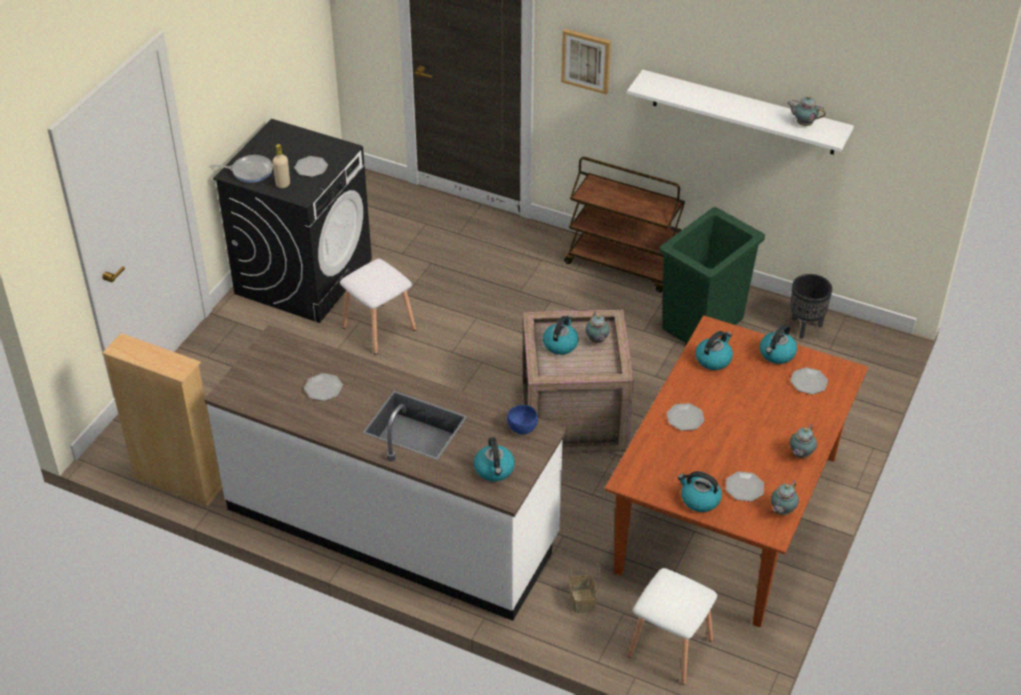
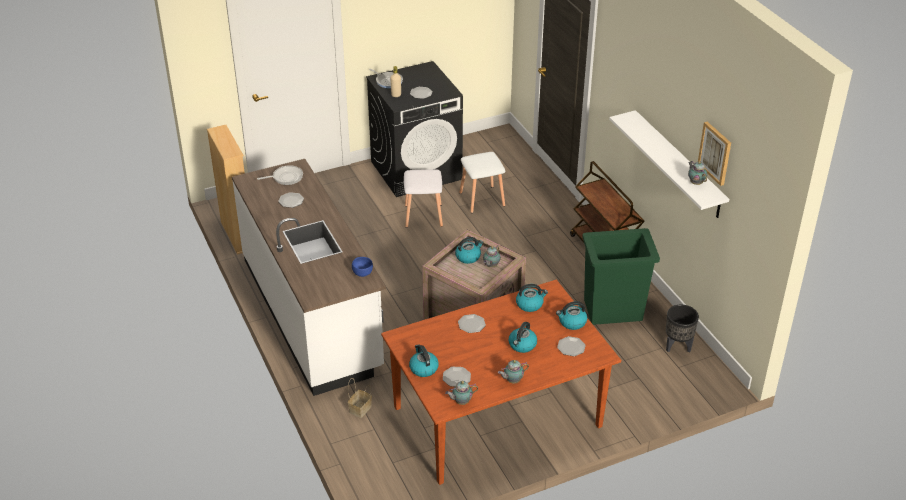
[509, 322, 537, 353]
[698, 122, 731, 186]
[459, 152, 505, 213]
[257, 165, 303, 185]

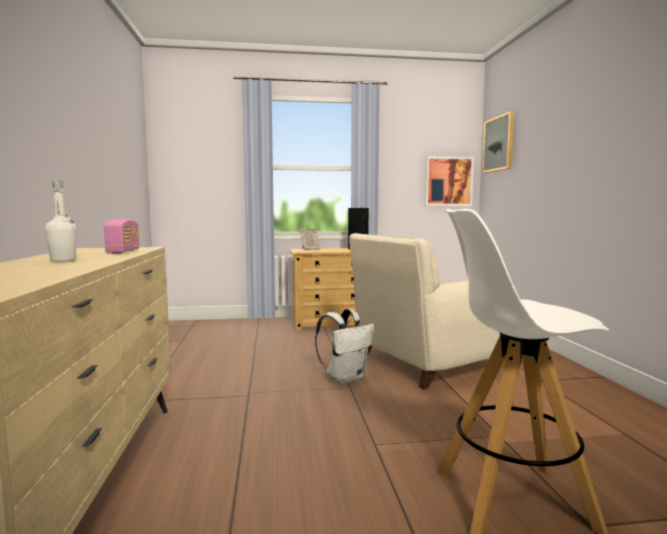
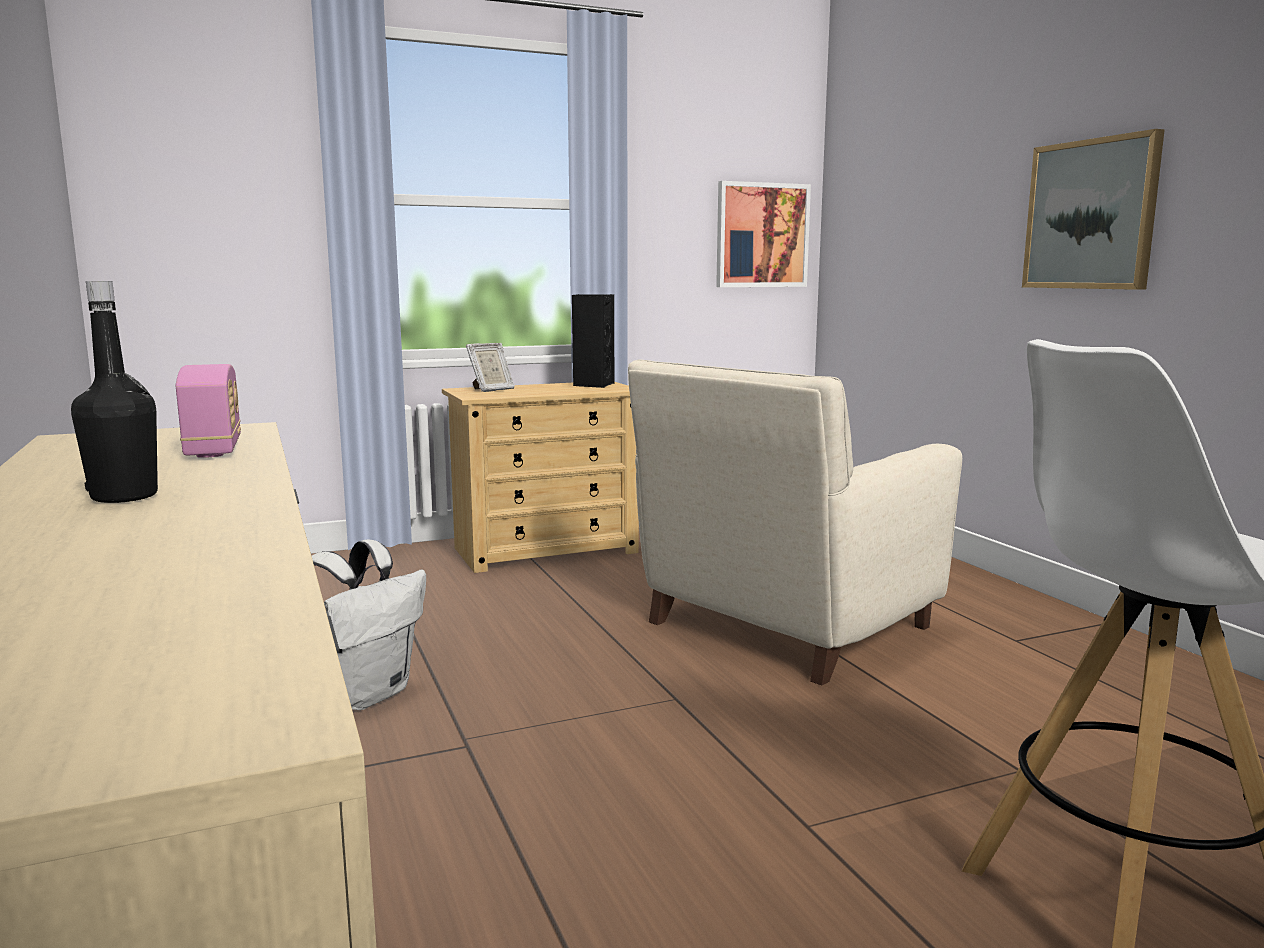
[71, 281, 158, 503]
[312, 540, 426, 710]
[1022, 129, 1165, 290]

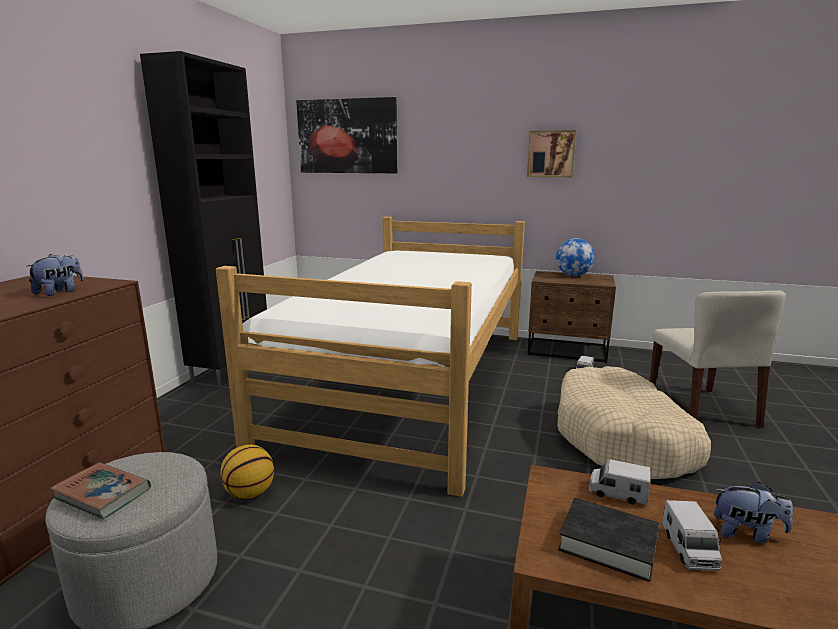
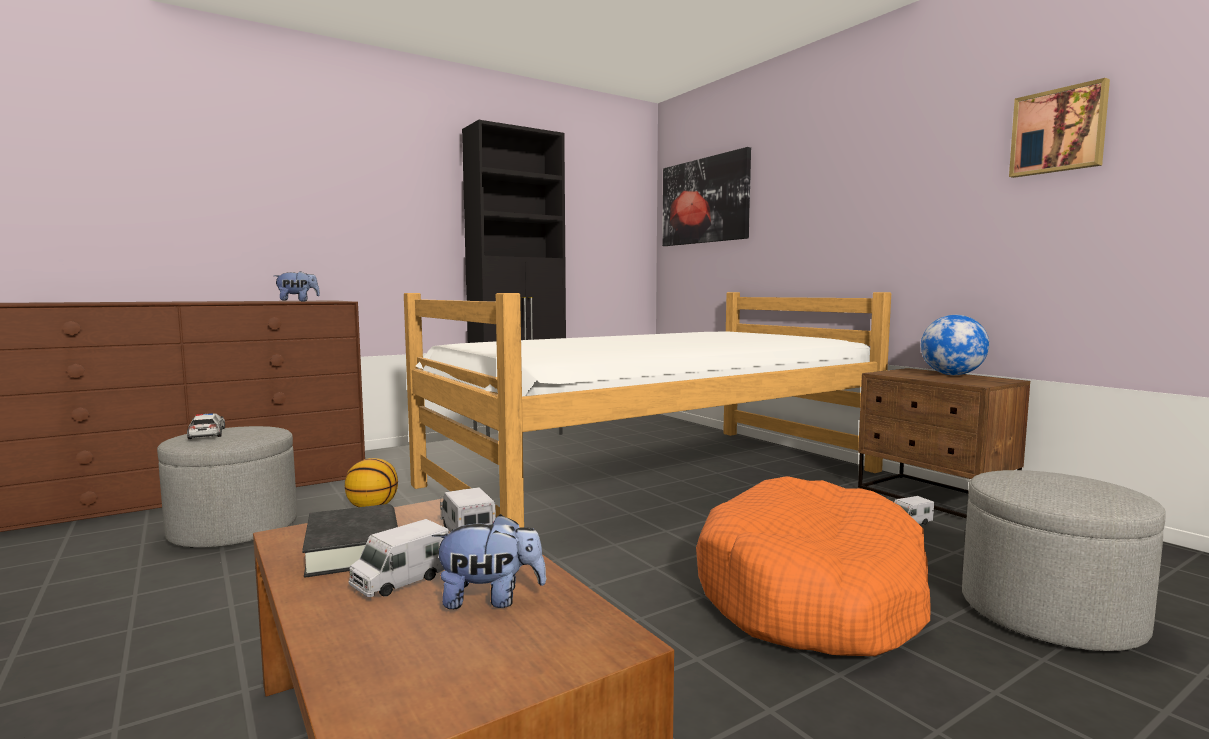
[187, 413, 225, 439]
[1009, 78, 1110, 178]
[696, 476, 931, 656]
[962, 470, 1166, 651]
[432, 514, 546, 609]

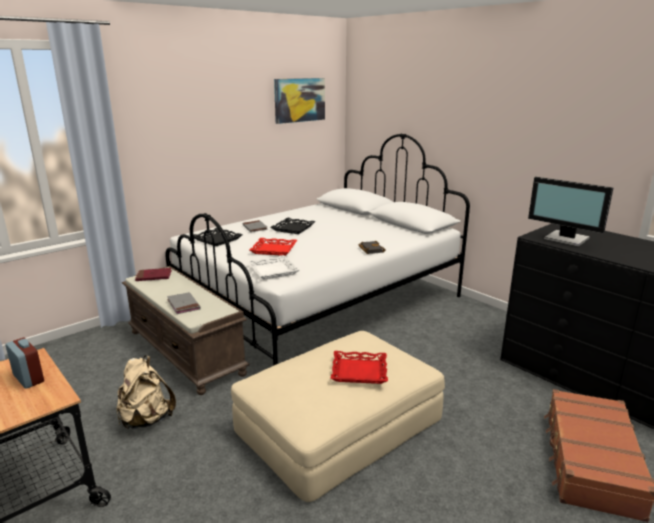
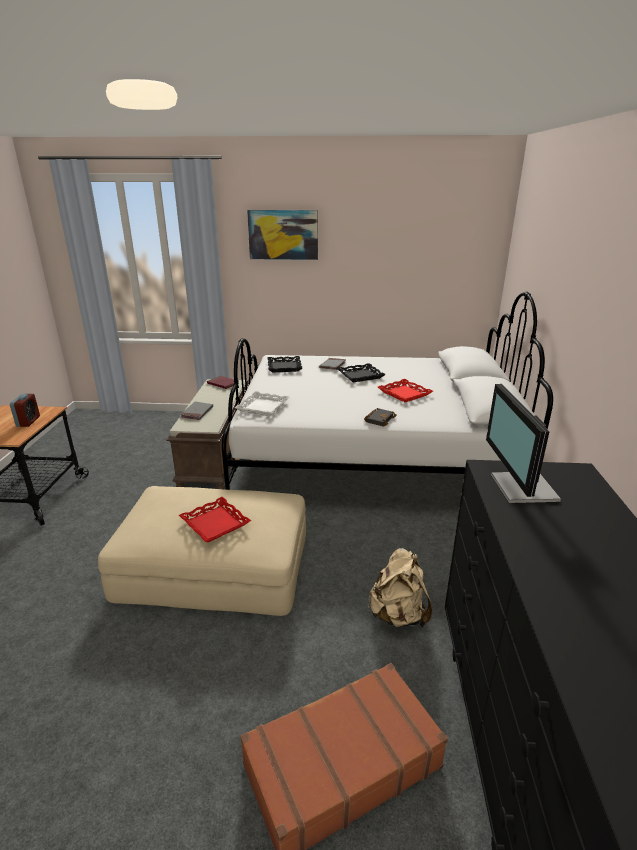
[368, 548, 432, 627]
[378, 379, 433, 402]
[247, 210, 318, 260]

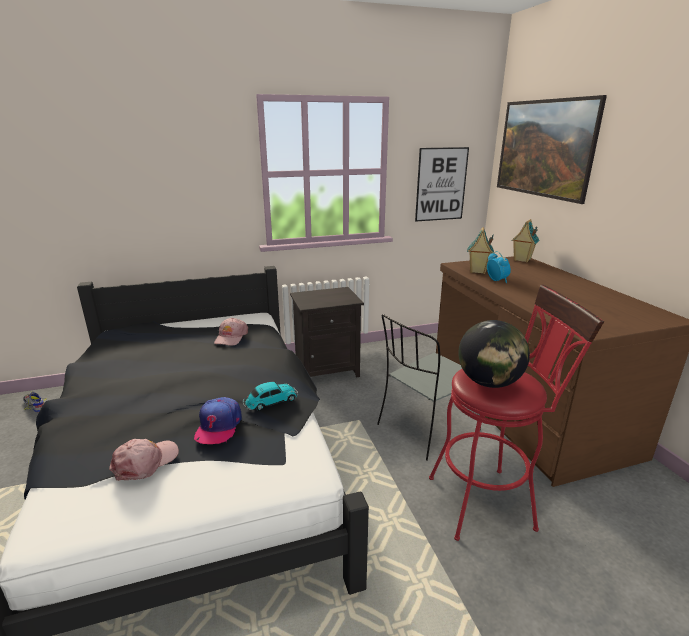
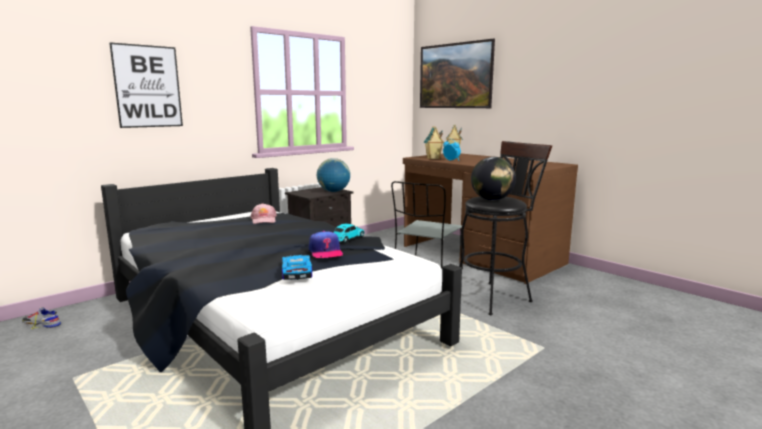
[282, 255, 312, 280]
[109, 42, 183, 128]
[459, 141, 552, 315]
[317, 158, 350, 192]

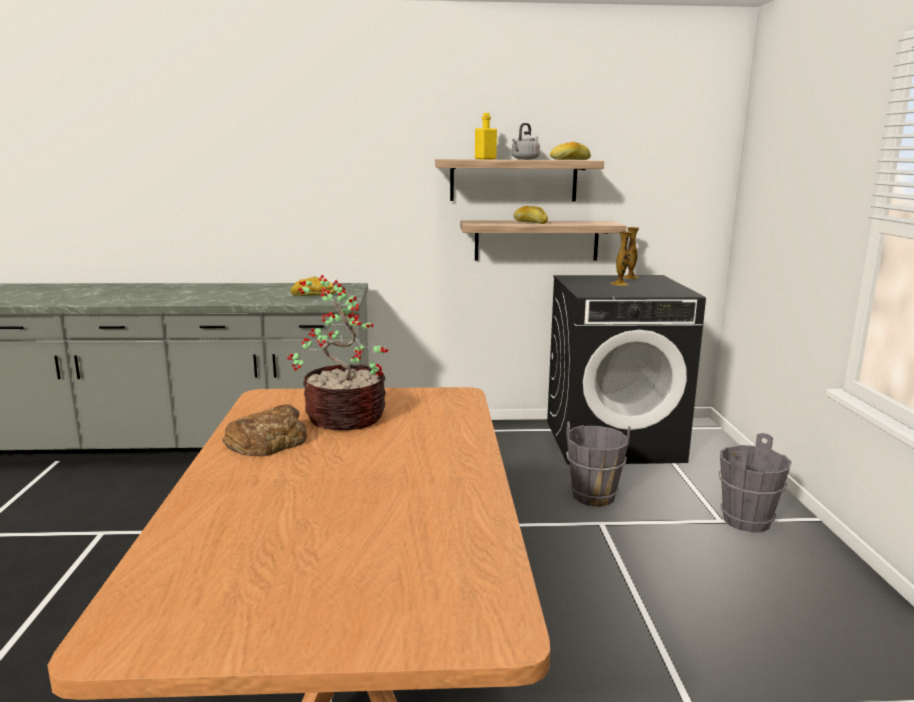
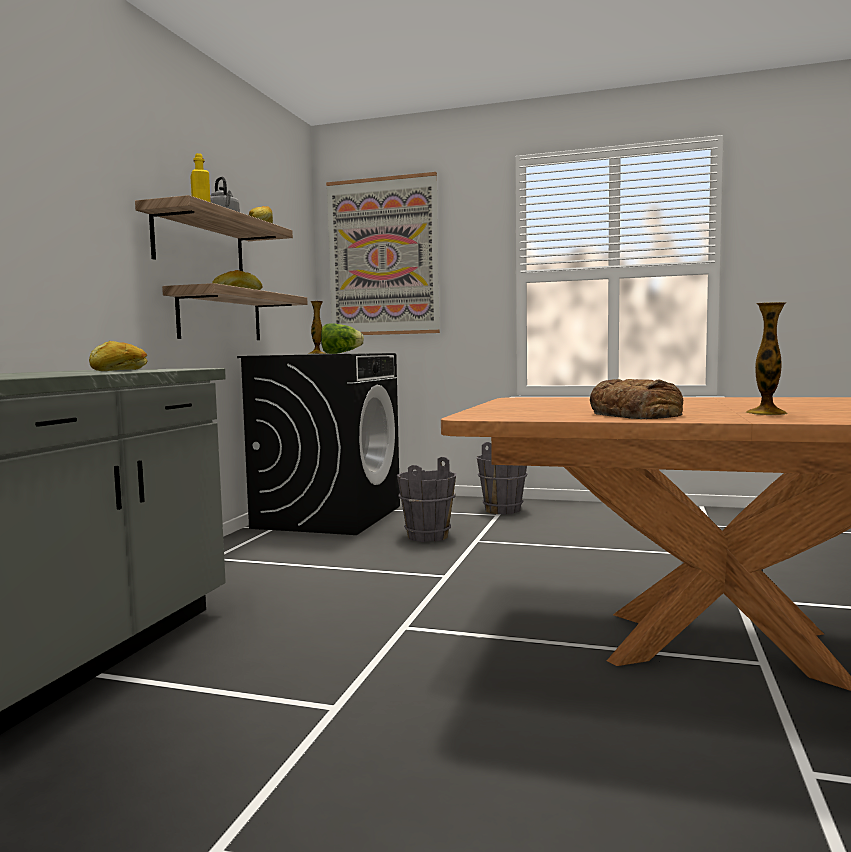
[287, 275, 388, 431] (first image)
[746, 302, 788, 415]
[321, 323, 364, 354]
[326, 172, 440, 335]

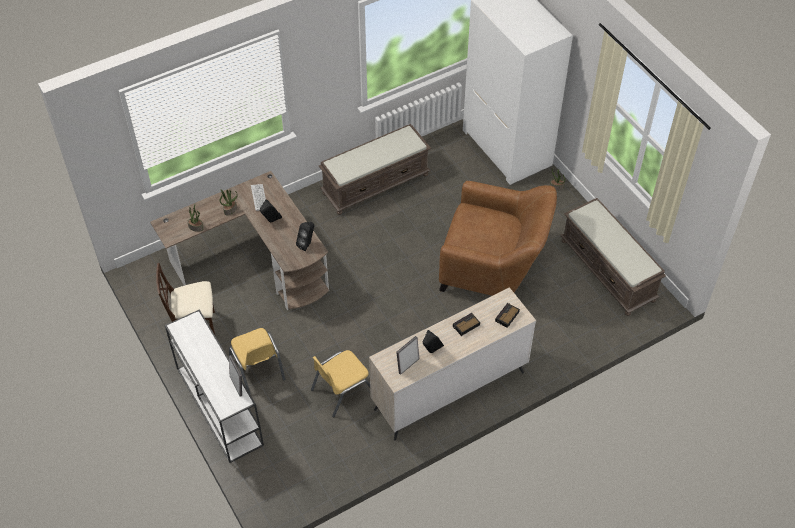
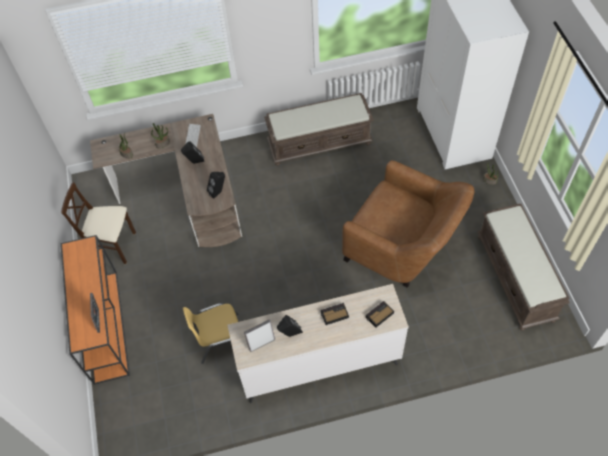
[60, 235, 130, 385]
[229, 328, 285, 394] (first image)

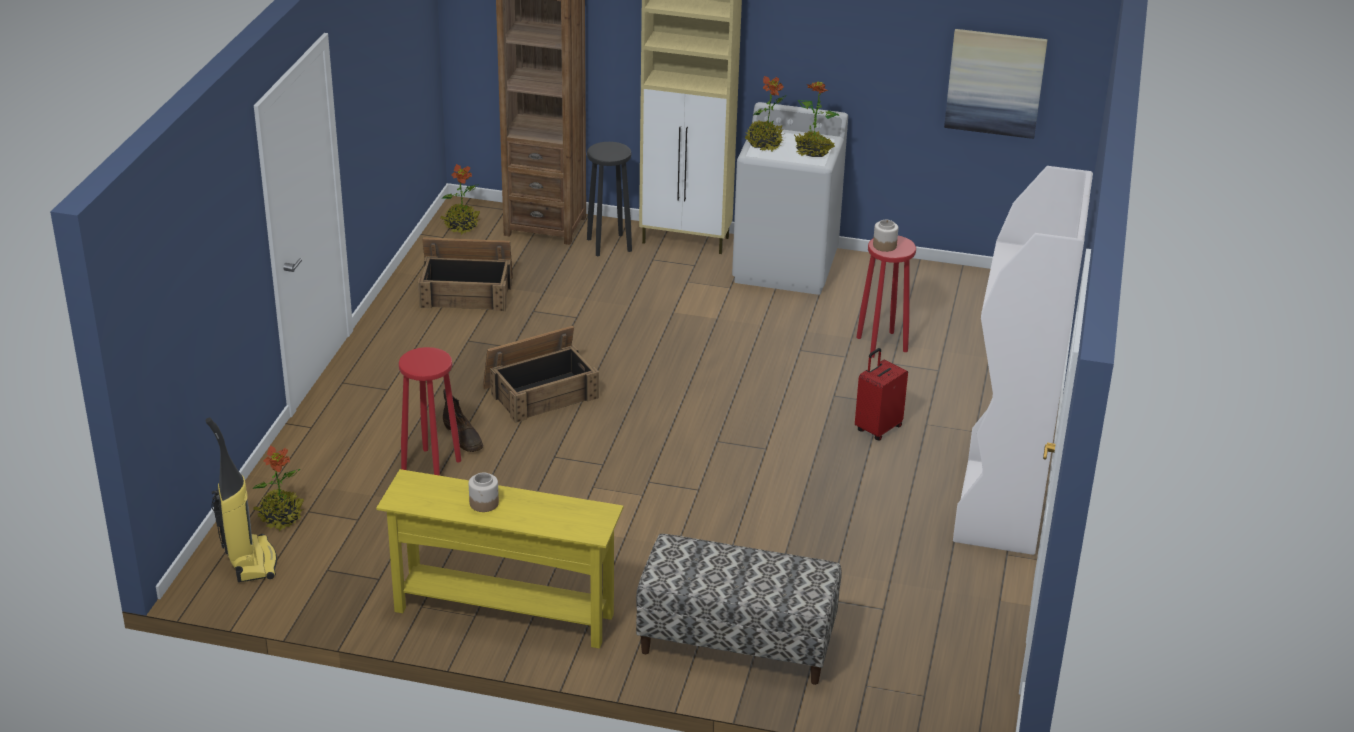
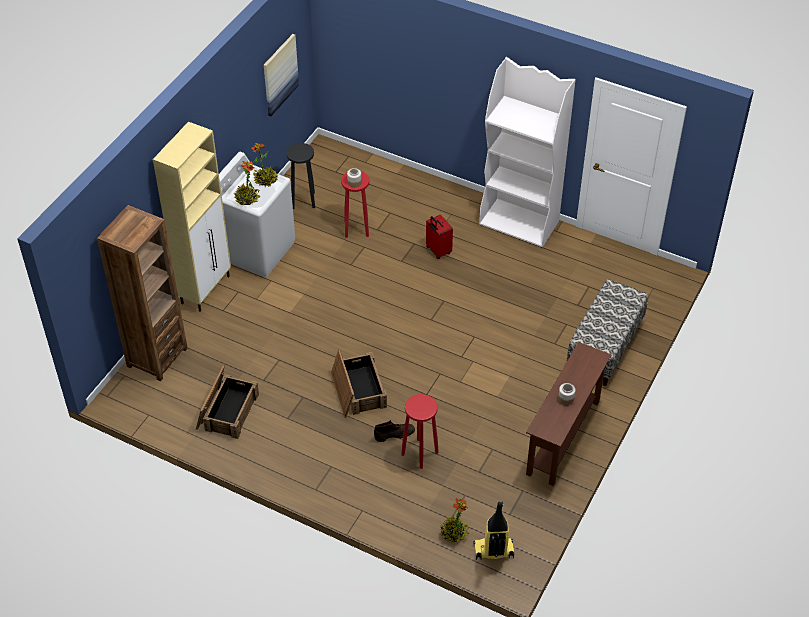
[526, 342, 612, 486]
[440, 164, 480, 235] (first image)
[286, 143, 315, 209]

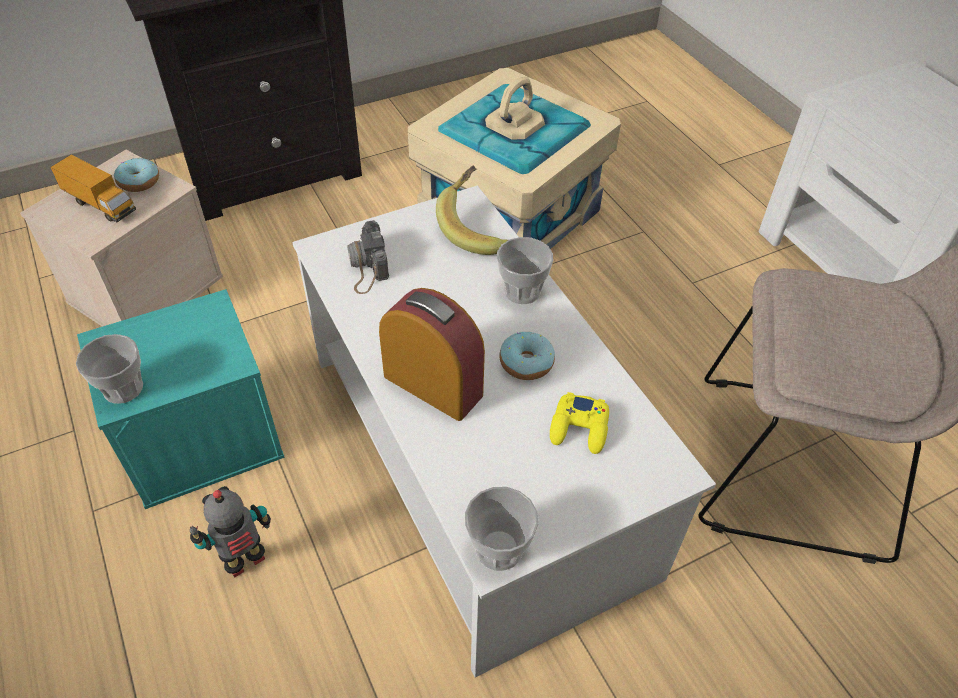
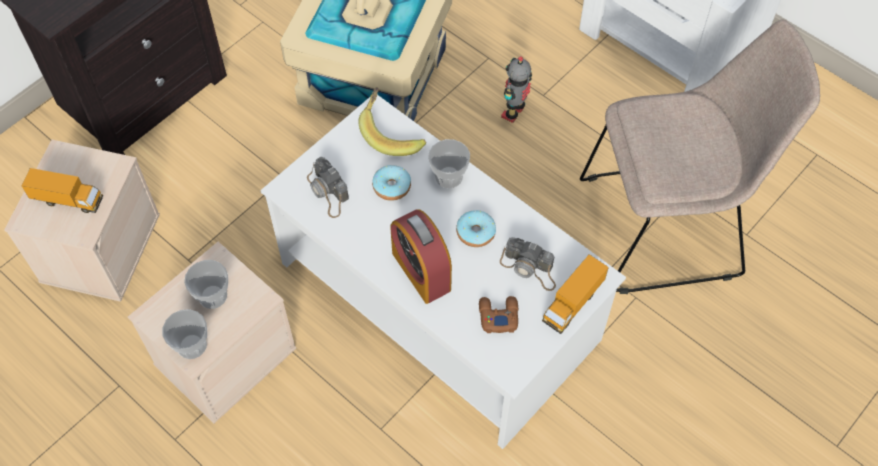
[128, 242, 296, 423]
[372, 165, 411, 201]
[501, 56, 532, 123]
[390, 209, 452, 304]
[184, 260, 228, 309]
[500, 237, 556, 291]
[479, 296, 518, 333]
[542, 254, 609, 334]

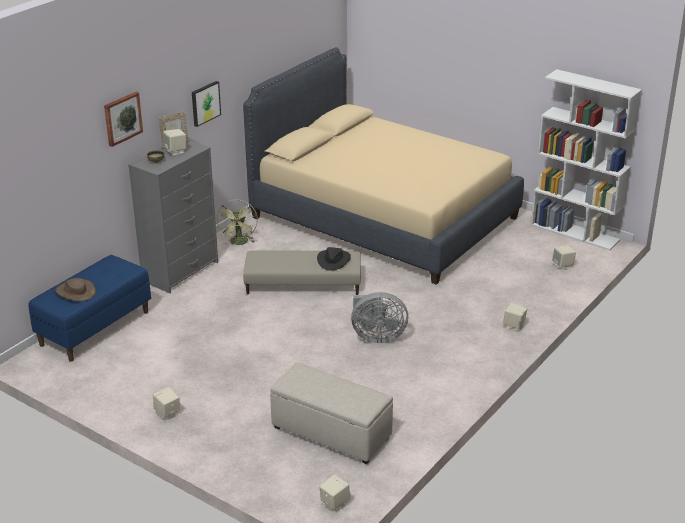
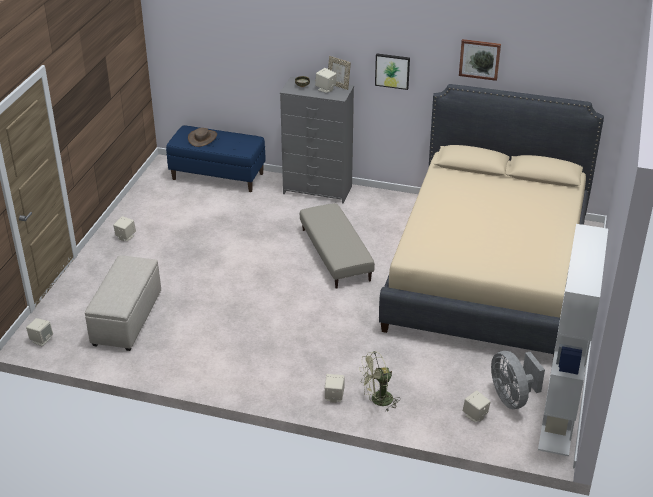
[459, 39, 501, 81]
[359, 351, 401, 411]
[317, 247, 351, 271] (first image)
[491, 351, 545, 409]

